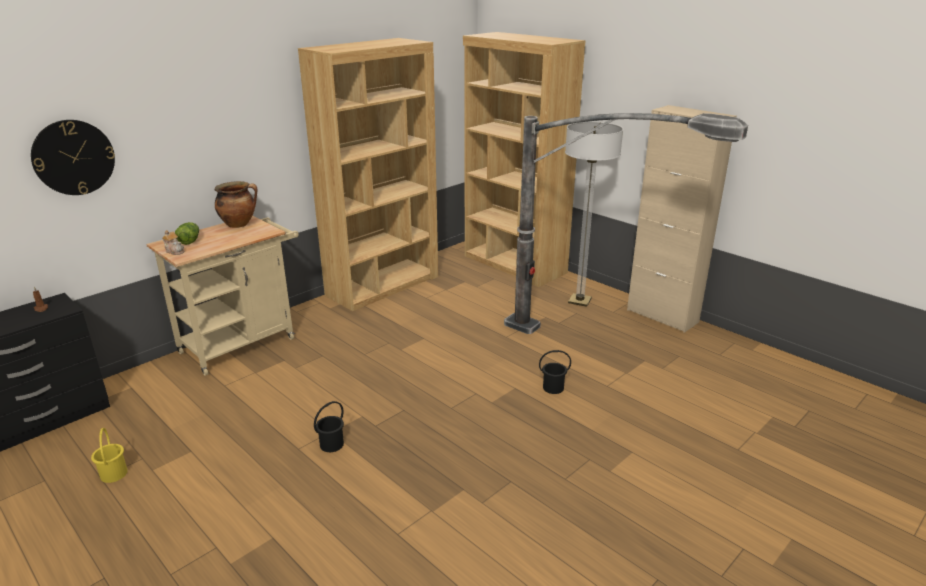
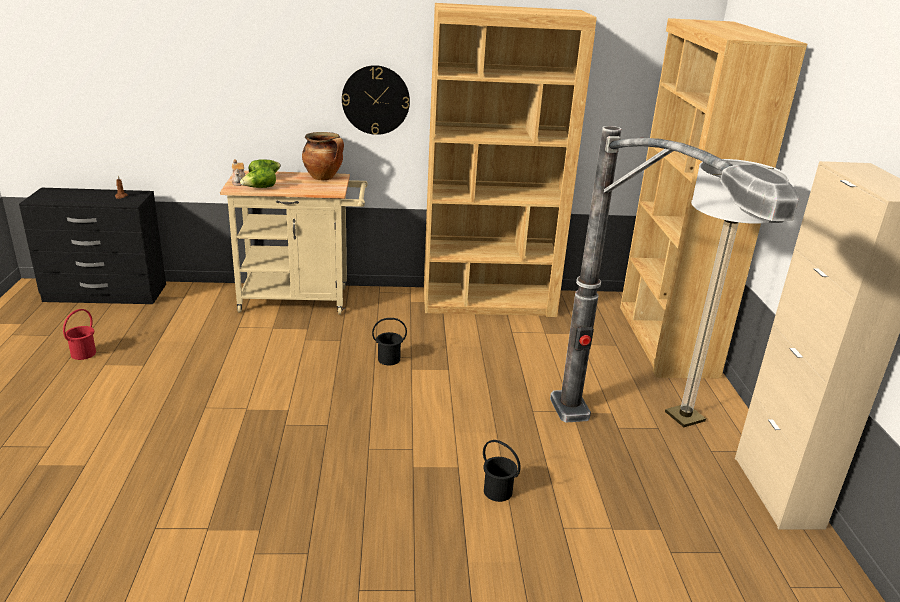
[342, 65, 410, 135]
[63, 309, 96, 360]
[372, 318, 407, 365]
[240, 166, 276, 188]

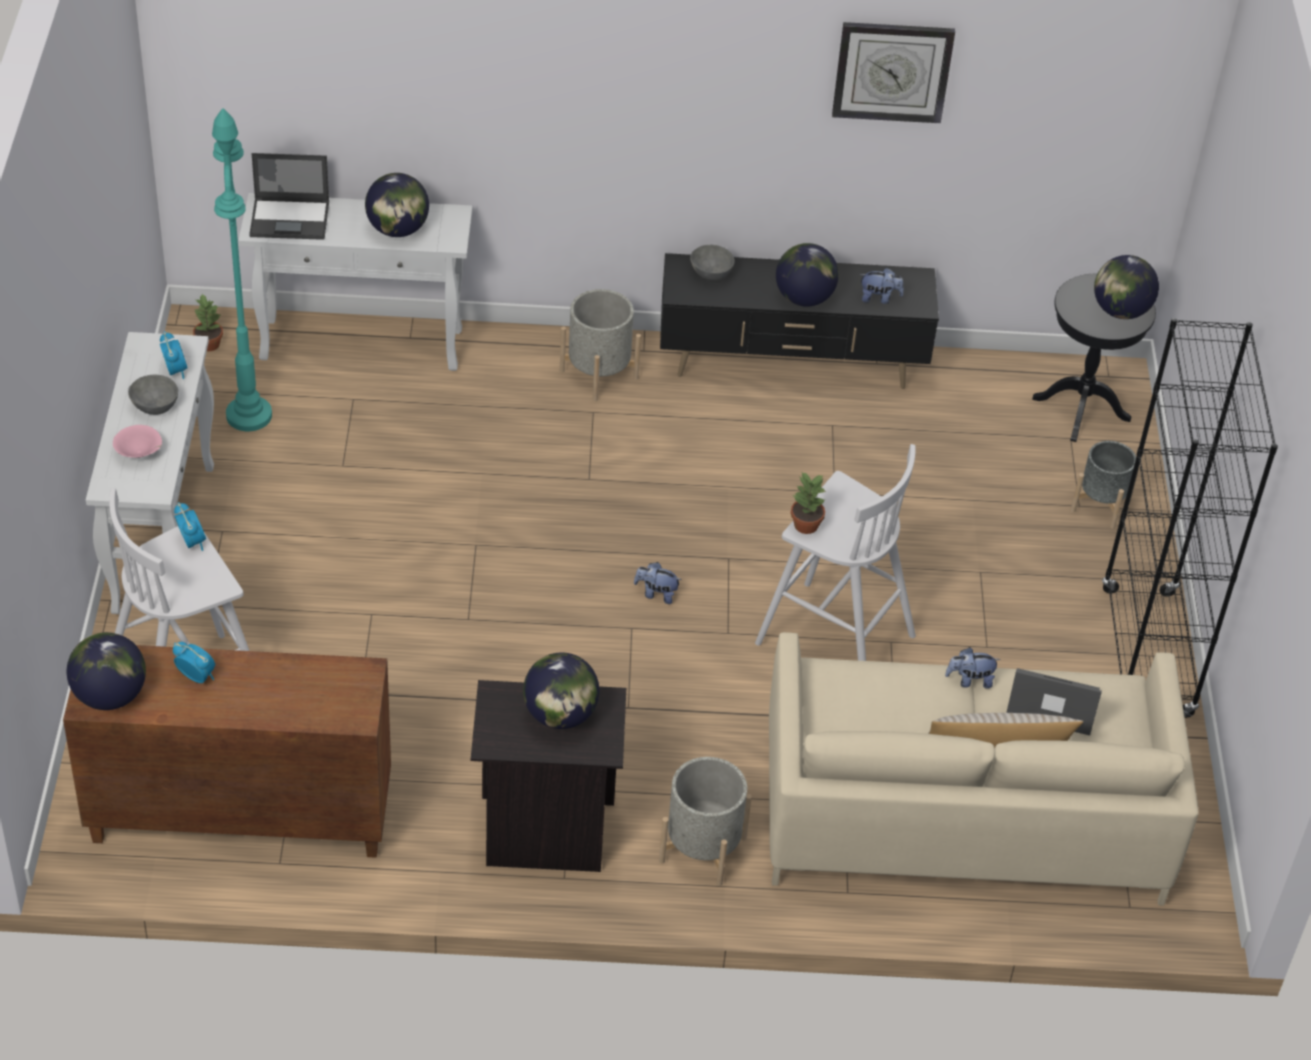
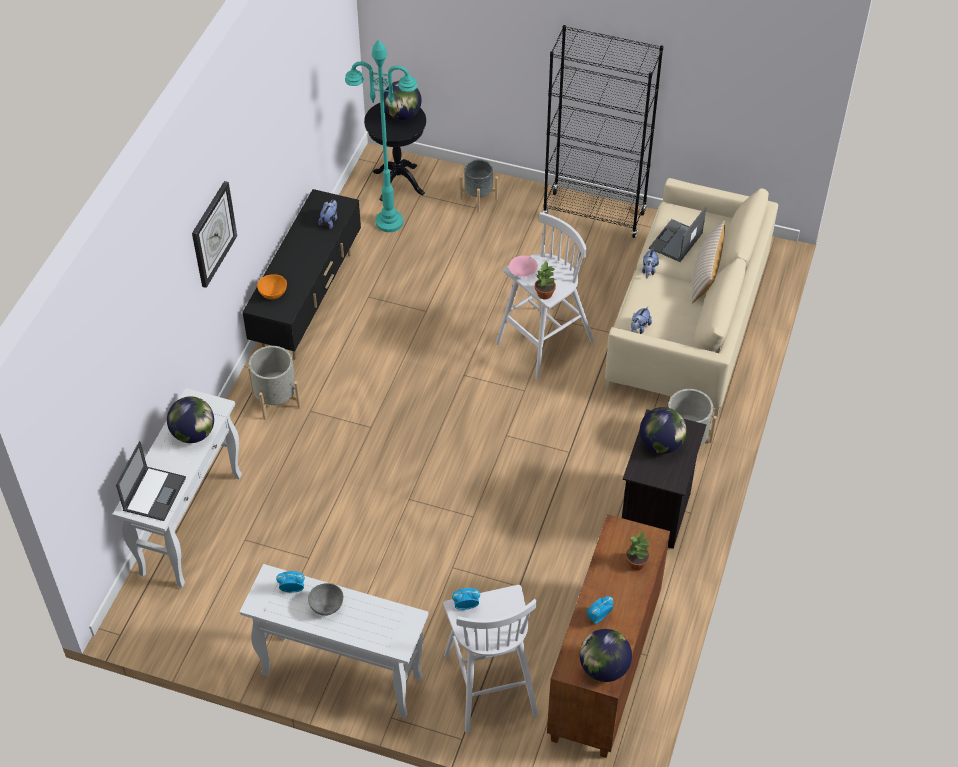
[509, 255, 538, 277]
[626, 531, 650, 570]
[345, 39, 417, 232]
[631, 306, 652, 334]
[257, 274, 287, 299]
[776, 243, 839, 307] (first image)
[192, 181, 237, 288]

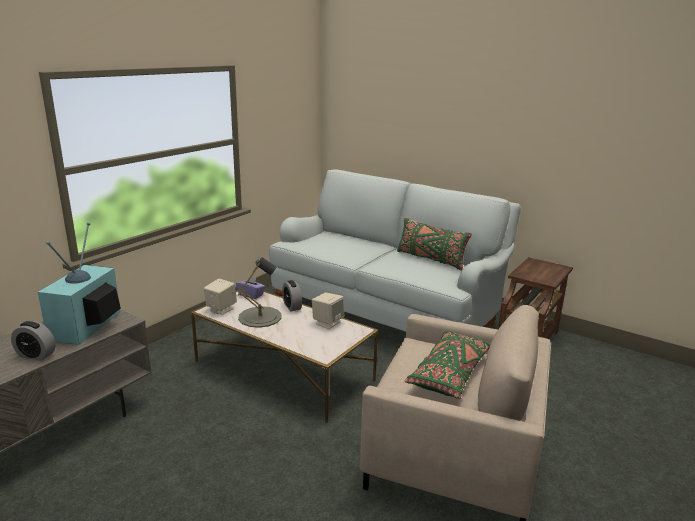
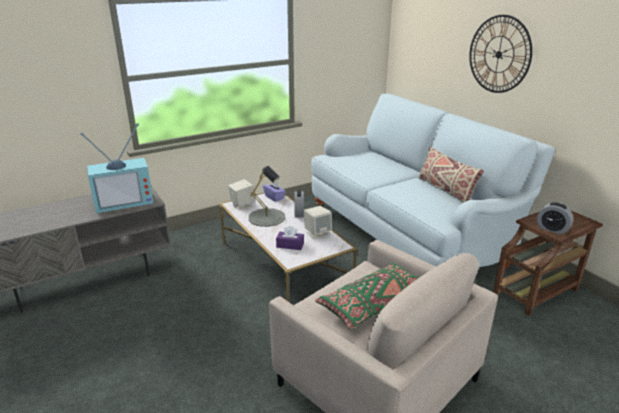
[537, 202, 573, 234]
[80, 123, 154, 214]
[418, 147, 484, 203]
[276, 226, 304, 250]
[469, 15, 532, 93]

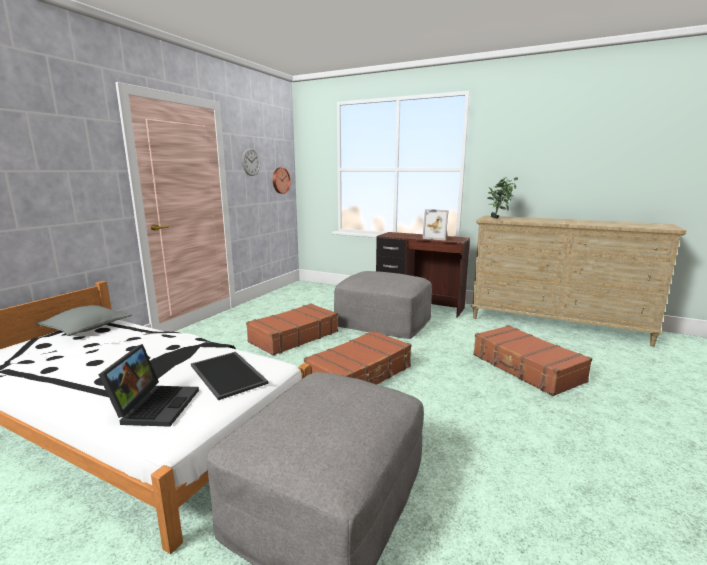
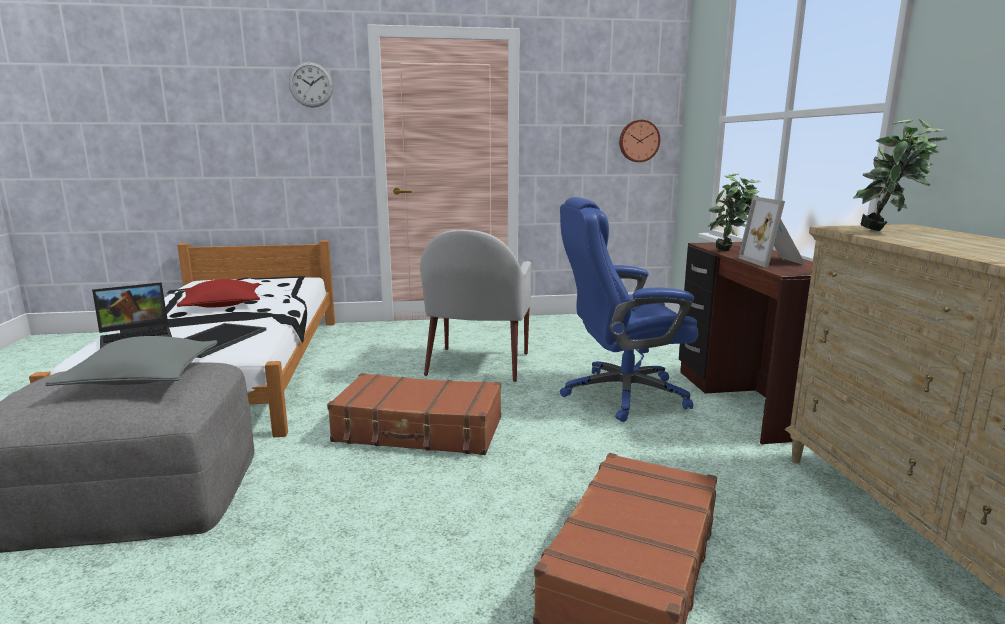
[45, 336, 218, 386]
[289, 62, 333, 108]
[420, 230, 531, 382]
[560, 197, 698, 422]
[177, 279, 260, 308]
[708, 173, 761, 251]

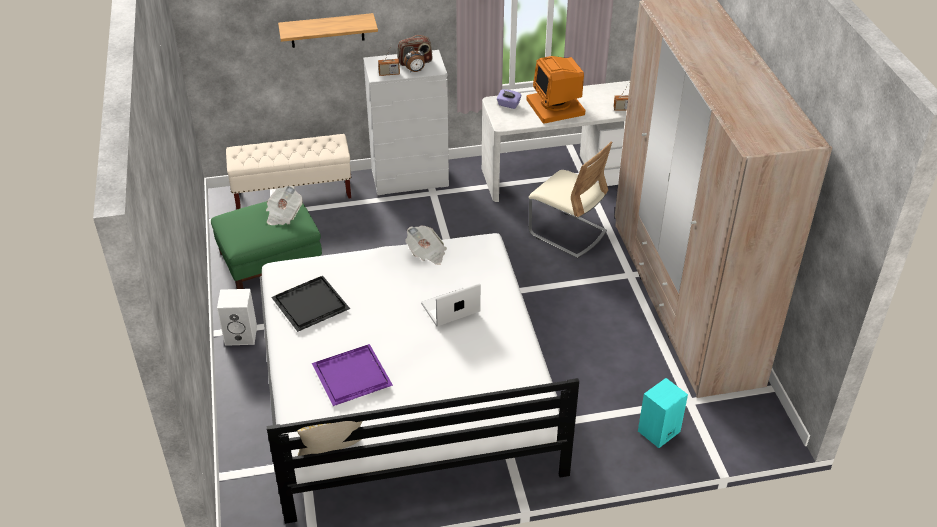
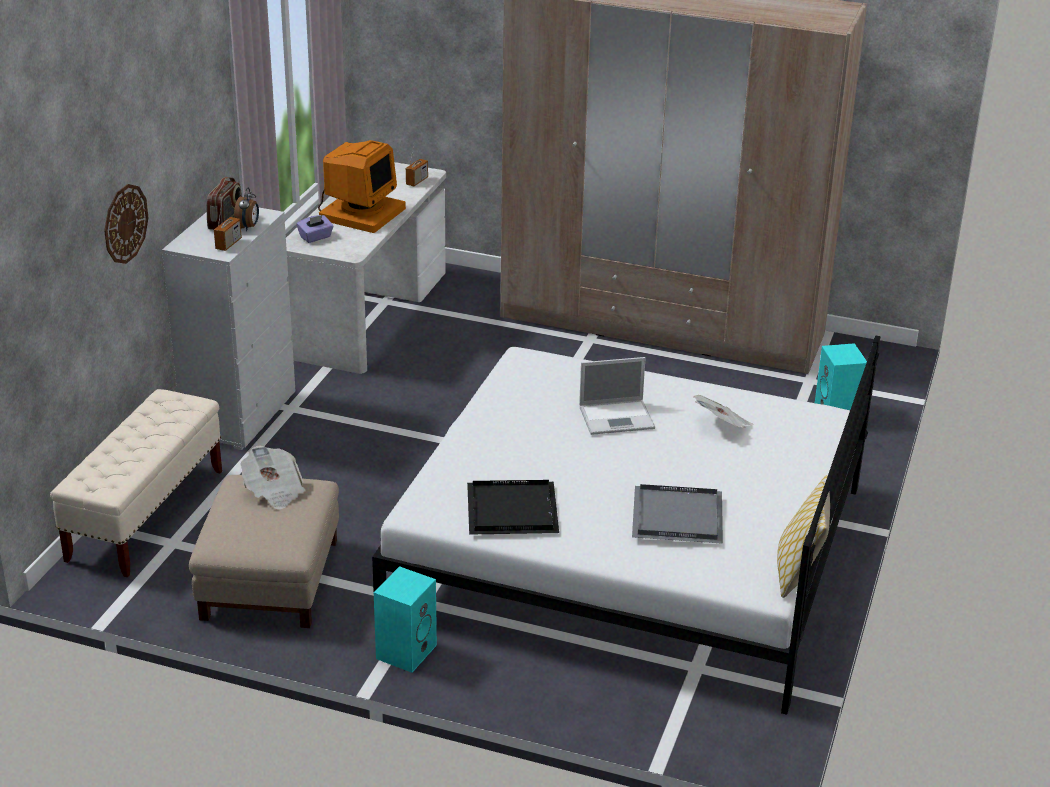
[189, 475, 339, 628]
[374, 566, 437, 673]
[104, 184, 149, 264]
[632, 484, 723, 544]
[693, 395, 754, 428]
[579, 357, 655, 435]
[318, 140, 406, 233]
[529, 142, 612, 259] (first image)

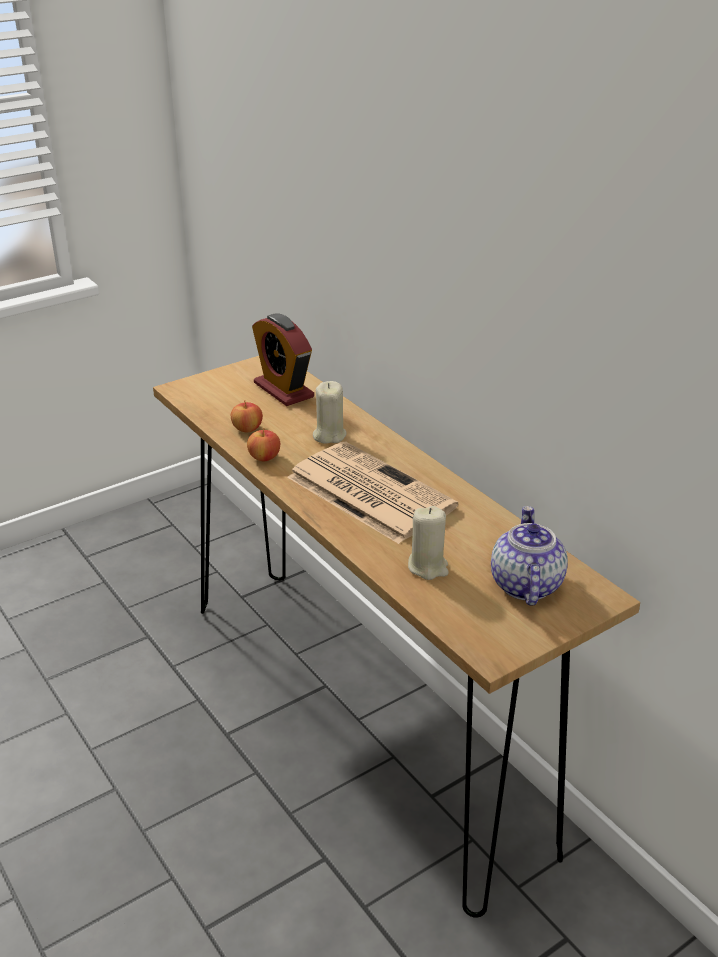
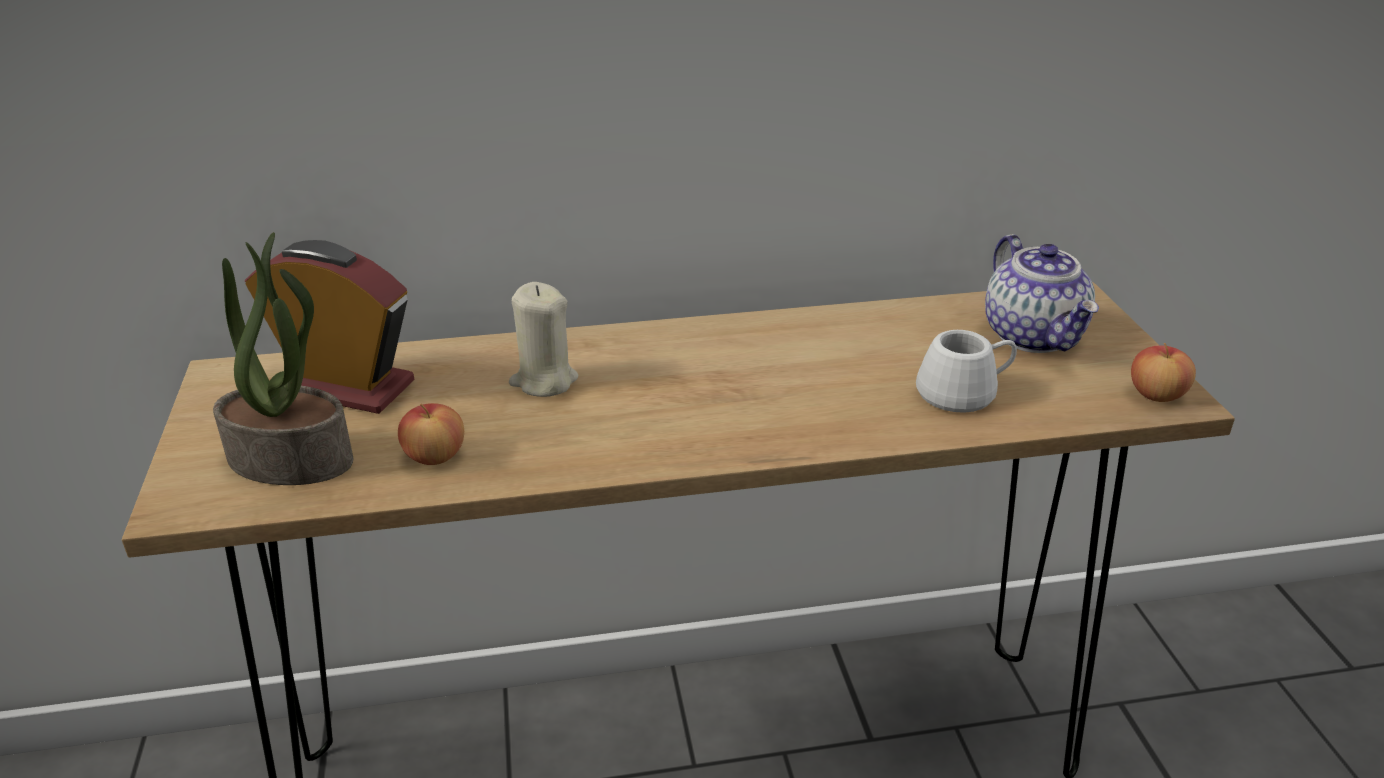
[1131, 343, 1196, 402]
[245, 240, 415, 414]
[287, 442, 458, 544] (first image)
[916, 330, 1017, 413]
[985, 234, 1099, 353]
[213, 232, 353, 485]

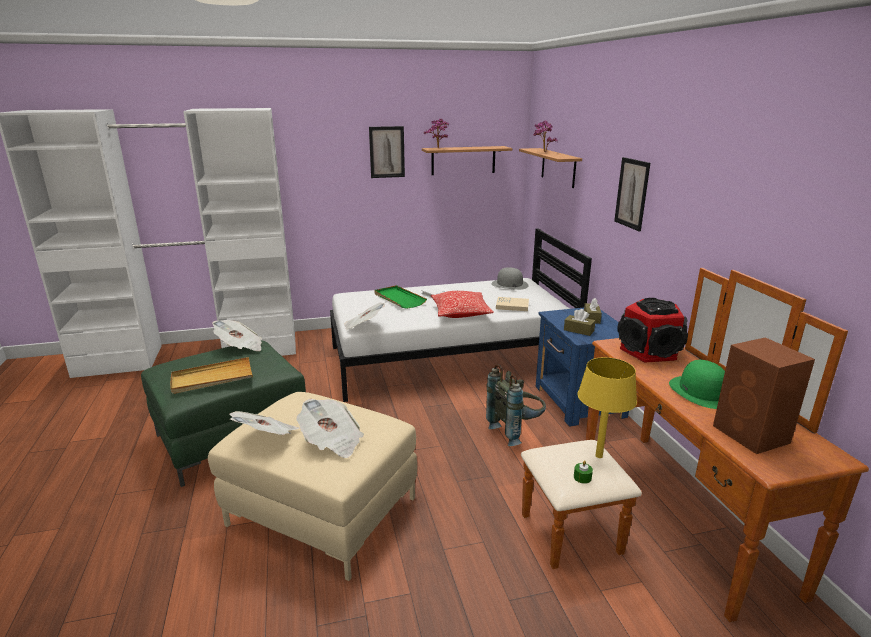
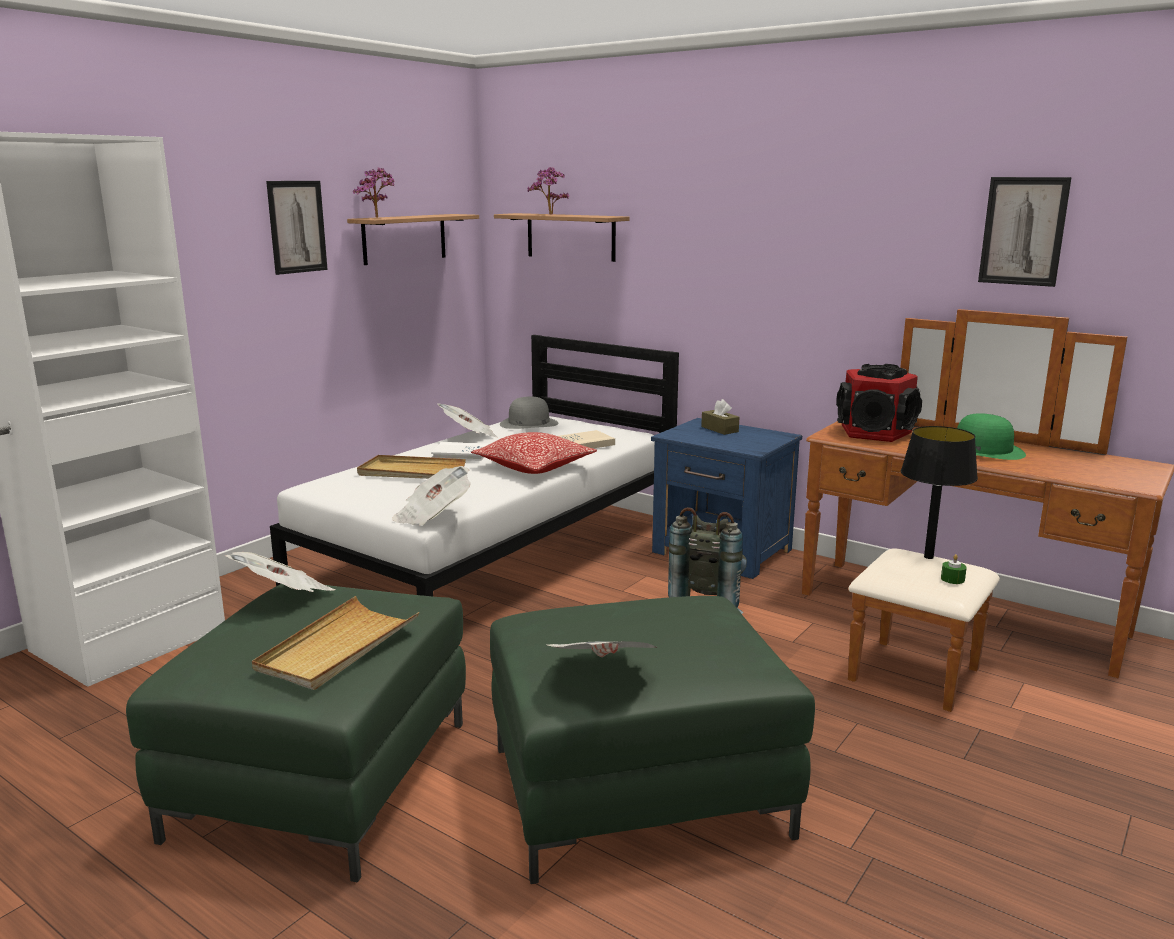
[490, 596, 815, 884]
[437, 403, 499, 438]
[357, 455, 466, 479]
[564, 309, 596, 336] (first image)
[901, 426, 978, 559]
[978, 177, 1072, 287]
[713, 337, 815, 454] (first image)

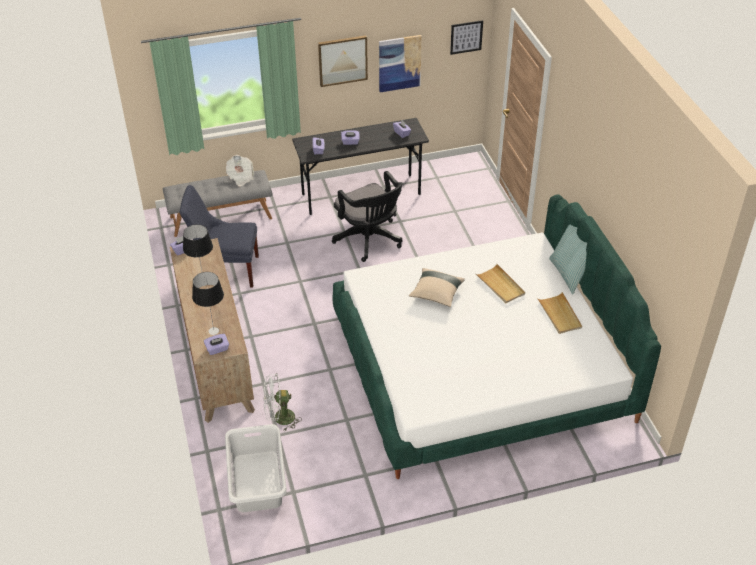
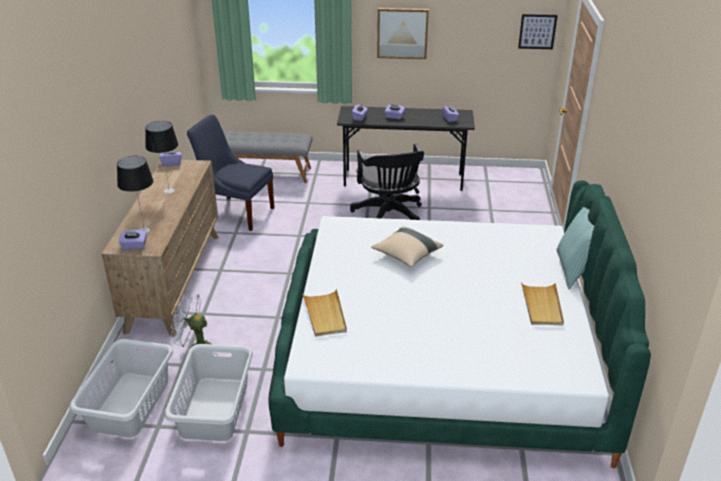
[226, 155, 254, 186] (first image)
[379, 35, 422, 92] (first image)
[302, 289, 347, 337]
[165, 344, 253, 441]

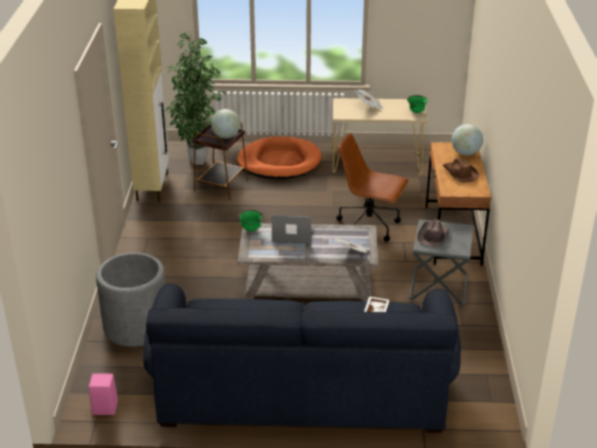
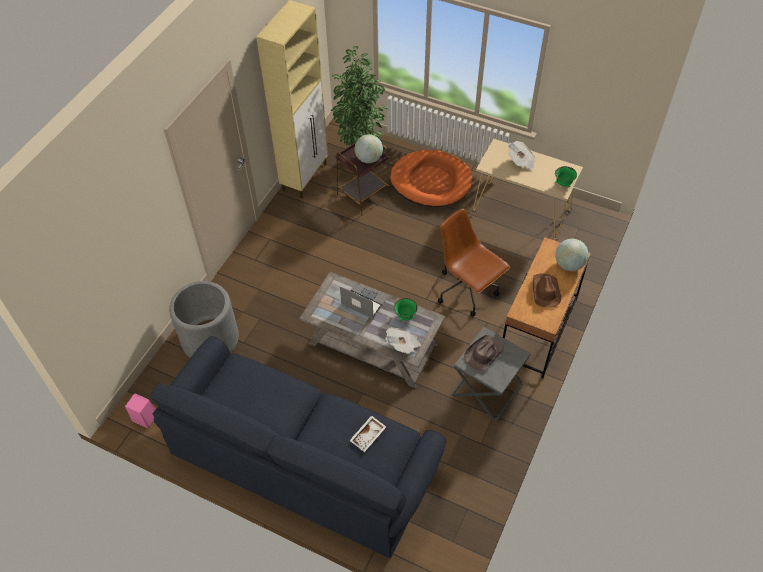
[394, 298, 417, 321]

